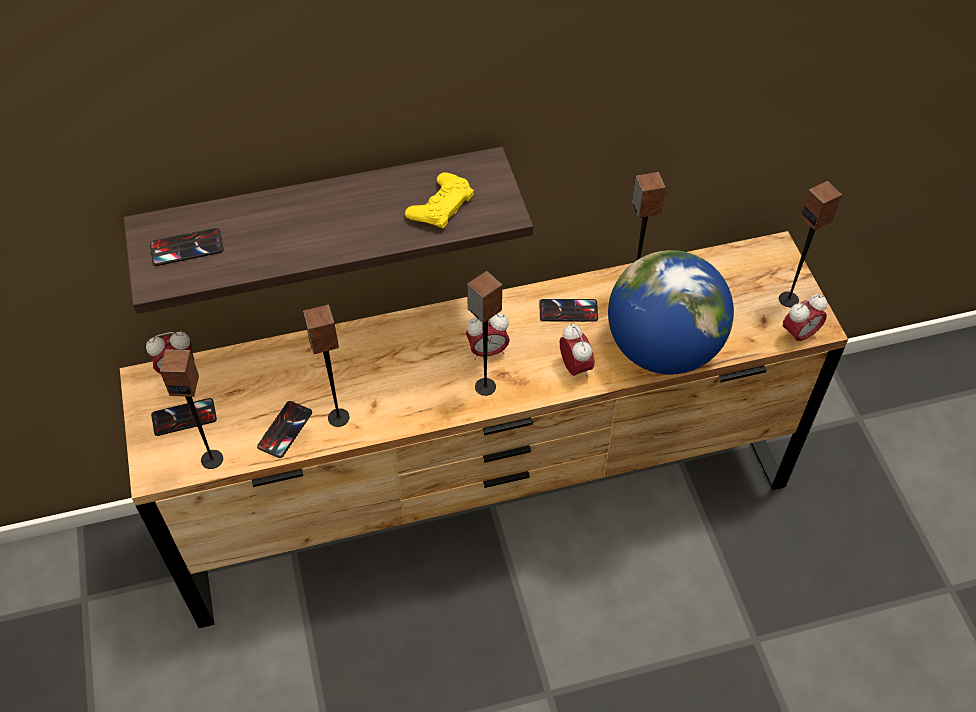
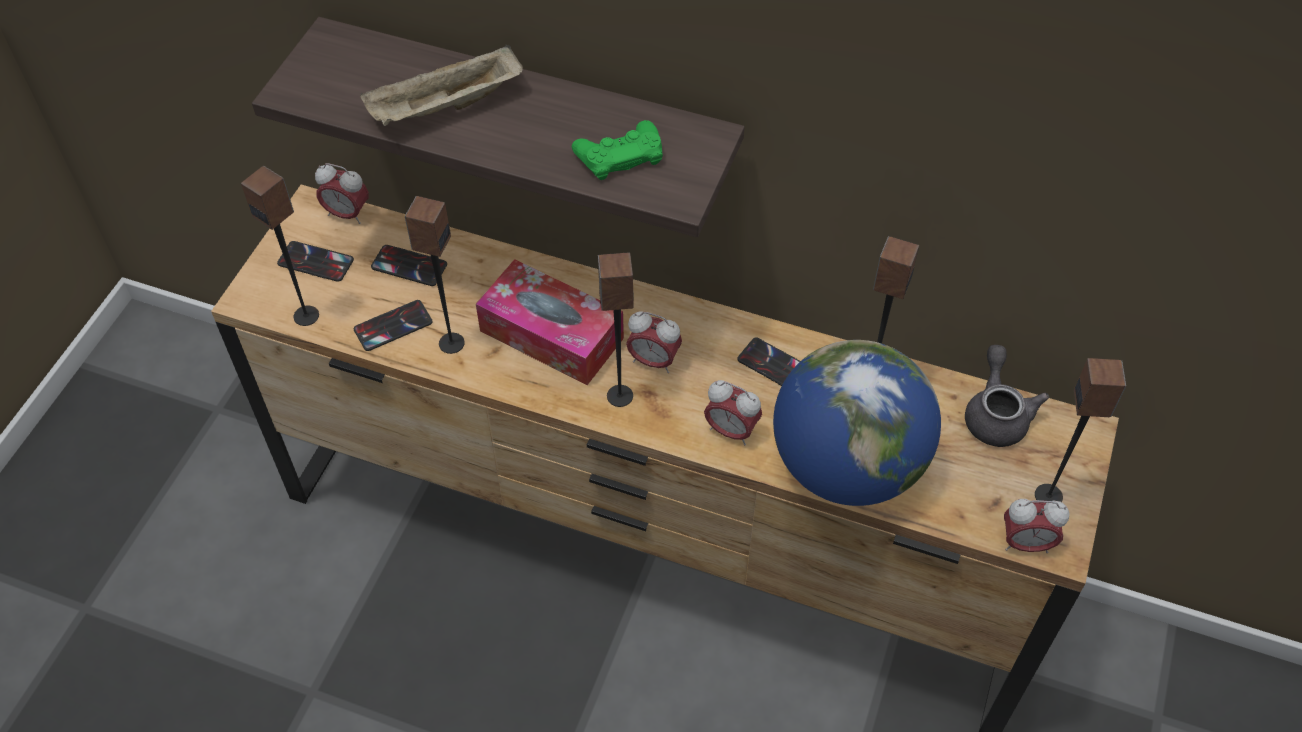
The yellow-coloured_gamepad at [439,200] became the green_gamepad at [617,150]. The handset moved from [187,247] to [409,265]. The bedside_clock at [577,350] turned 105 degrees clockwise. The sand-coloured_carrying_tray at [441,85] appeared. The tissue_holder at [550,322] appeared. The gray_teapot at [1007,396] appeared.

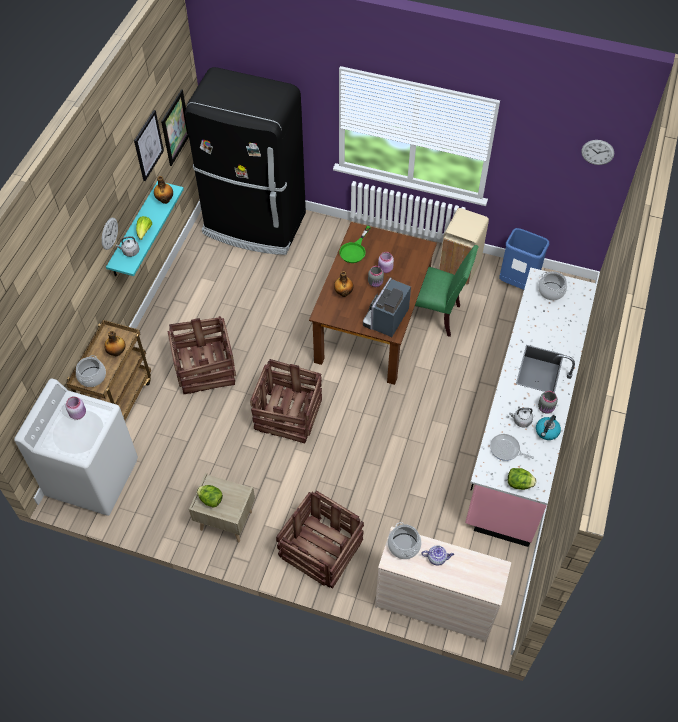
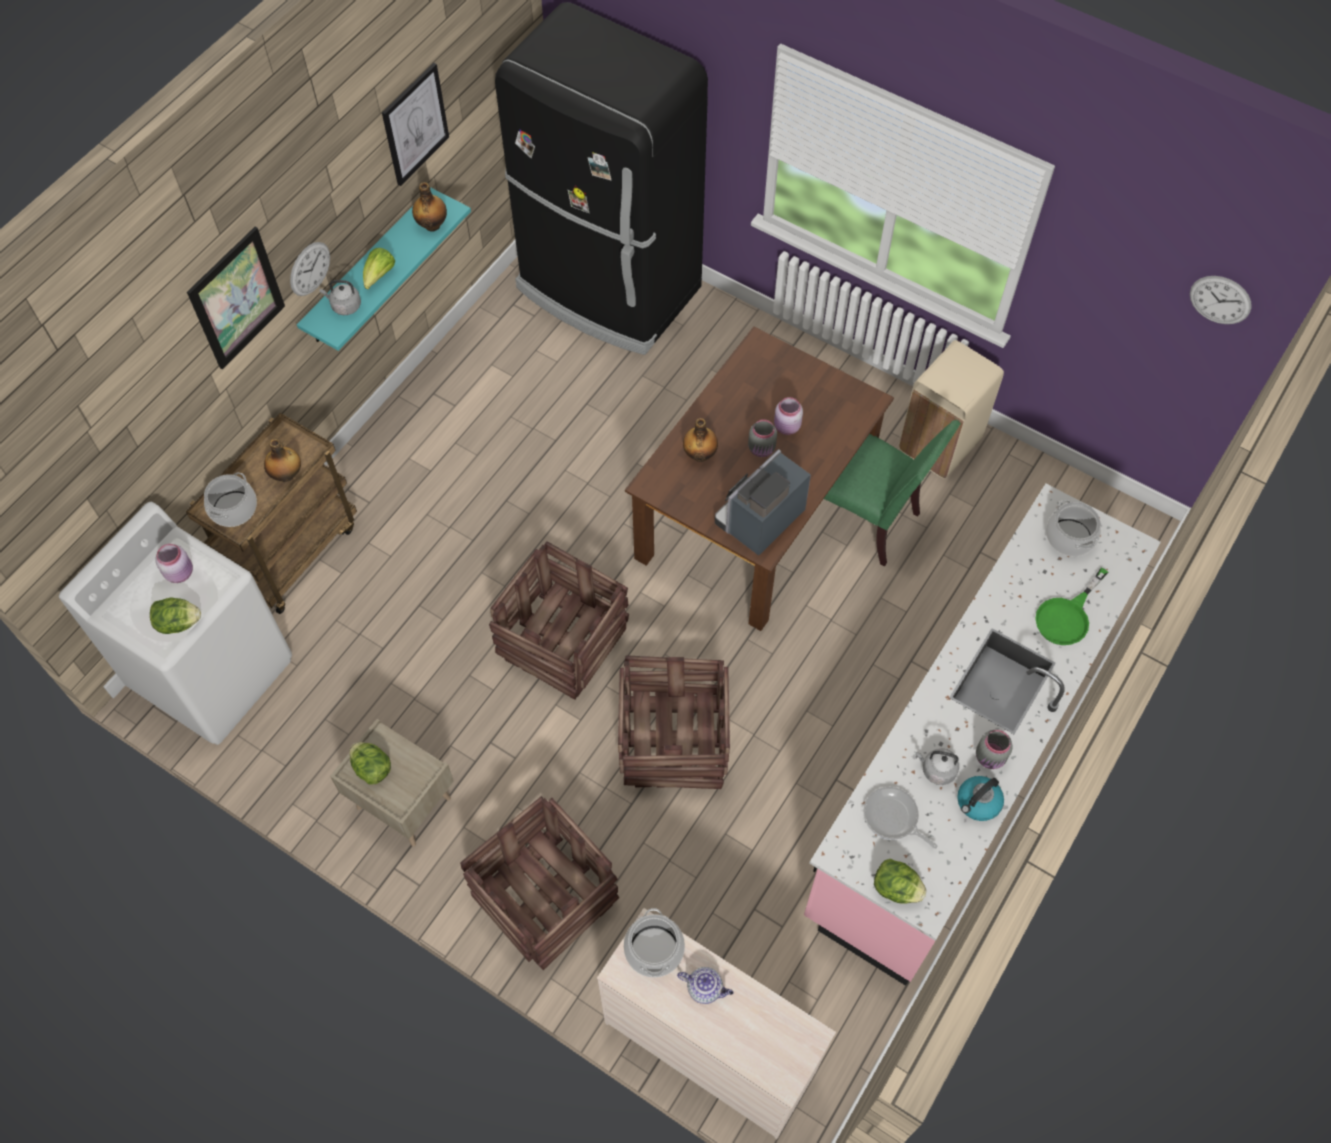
The wall_art moved from [175,127] to [236,298]. The green_skillet moved from [355,244] to [1072,606]. The bluish_rubbish_bin at [524,259] disappeared. The shipping_crate moved from [201,355] to [674,722]. The lettuce_head at [175,616] appeared.

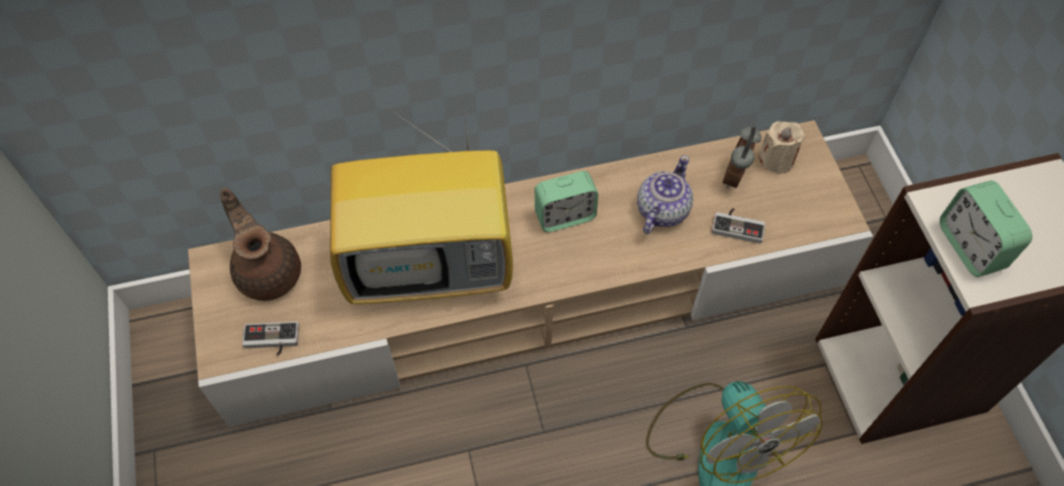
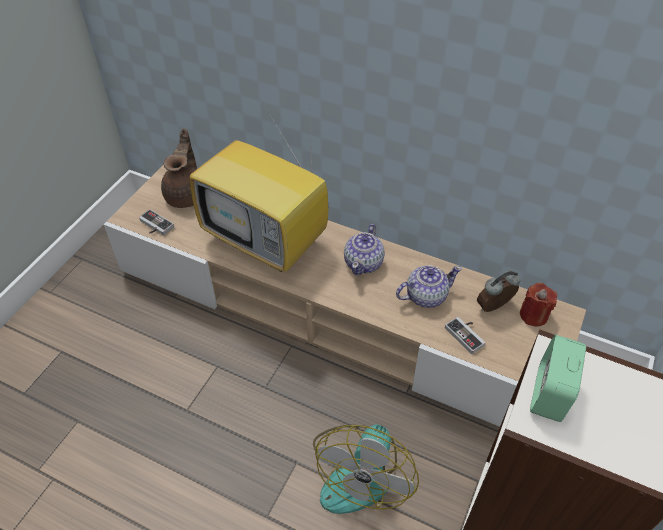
The sand-coloured_candle at [781,147] became the reddish_candle at [538,305]. The bedside_clock at [566,201] was replaced by the teapot at [364,249].

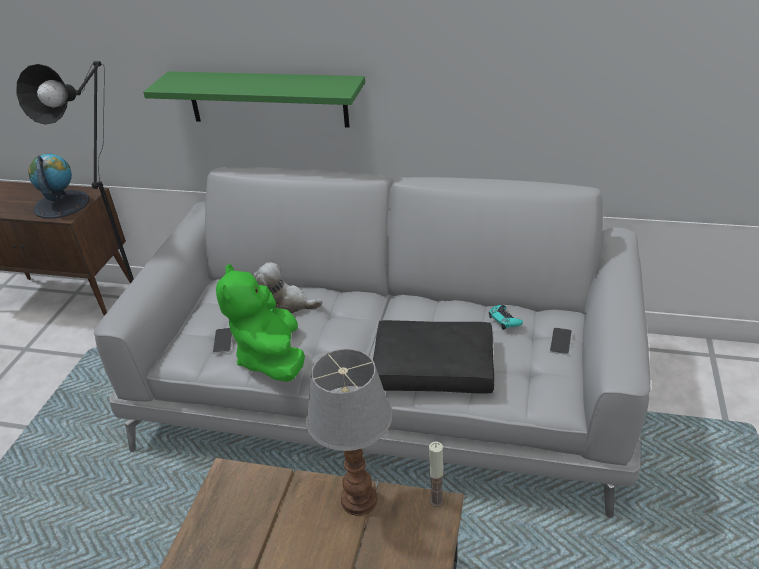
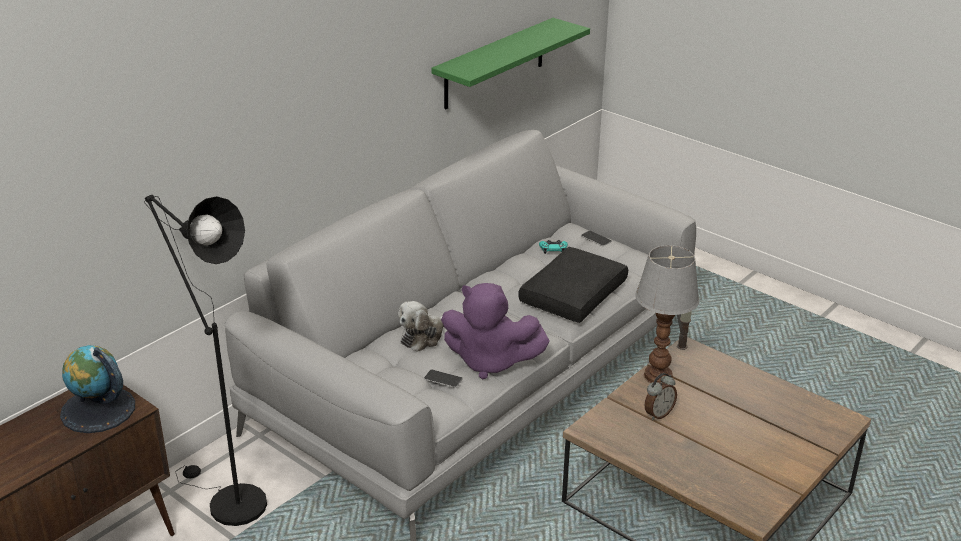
The green_wall_shelf moved from [254,99] to [510,63]. The green_plush_toy at [260,323] became the purple-coloured_plush_toy at [495,331]. The bedside_clock at [661,396] appeared.

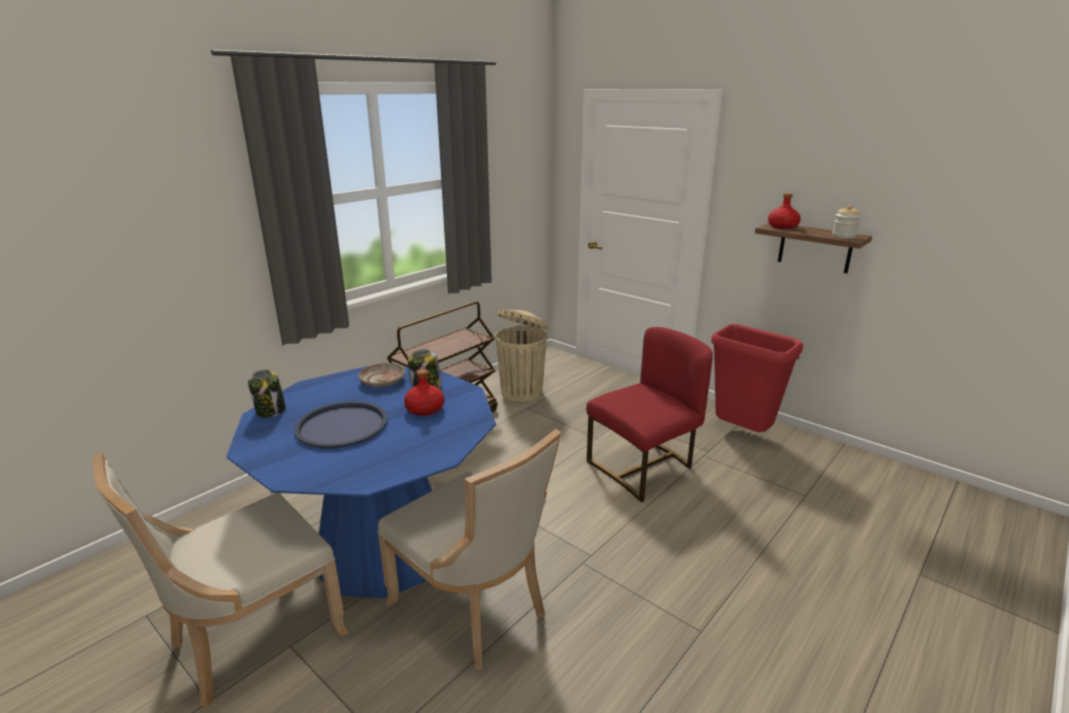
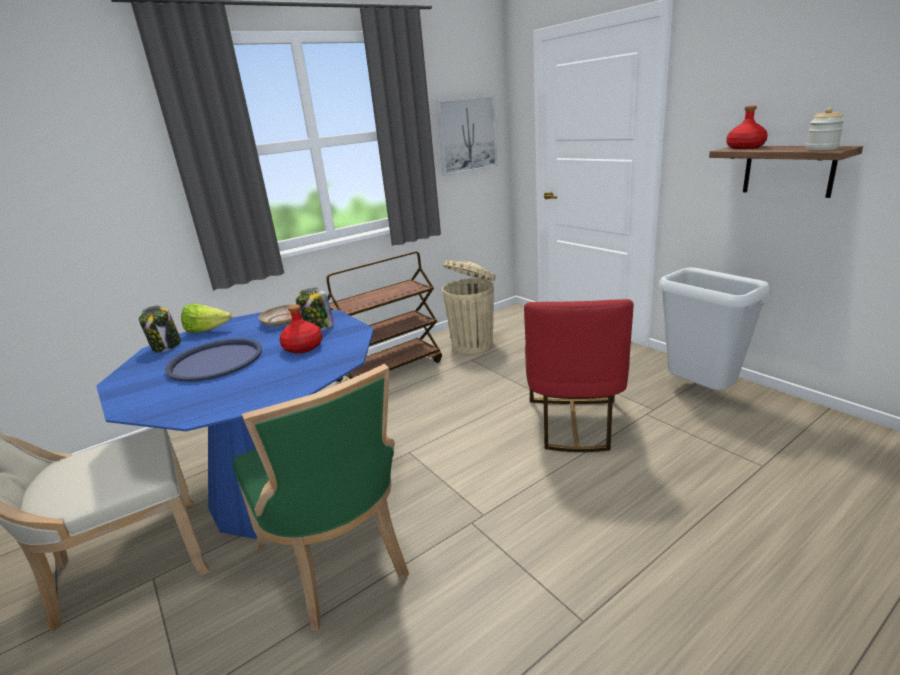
The reddish_rubbish_bin at [757,378] became the gray_rubbish_bin at [715,329]. The reddish_upright_chair at [649,414] turned 120 degrees clockwise. The sand-coloured_upright_chair at [469,549] became the green_upright_chair at [321,497]. The wall_art at [466,135] appeared. The lettuce_head at [206,318] appeared.

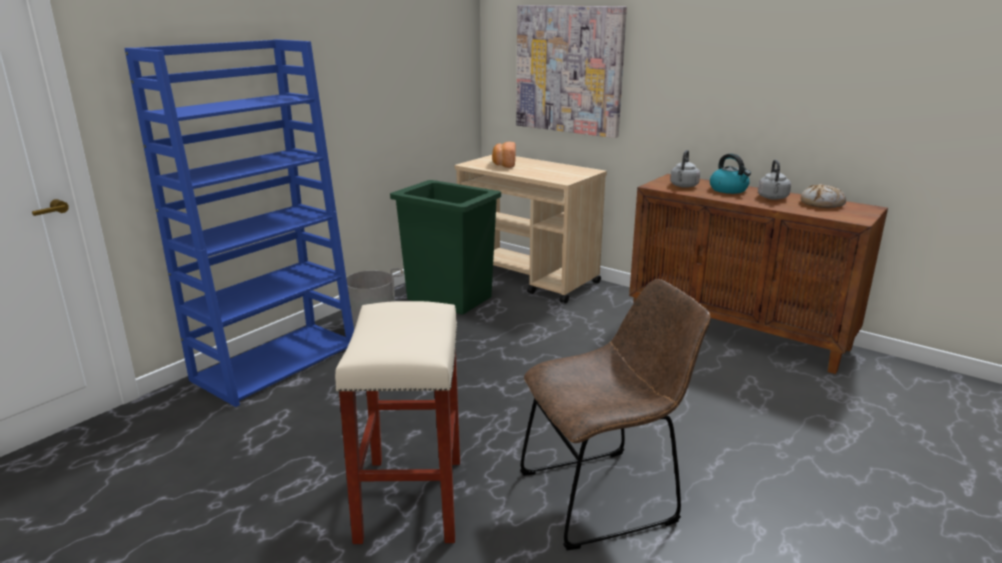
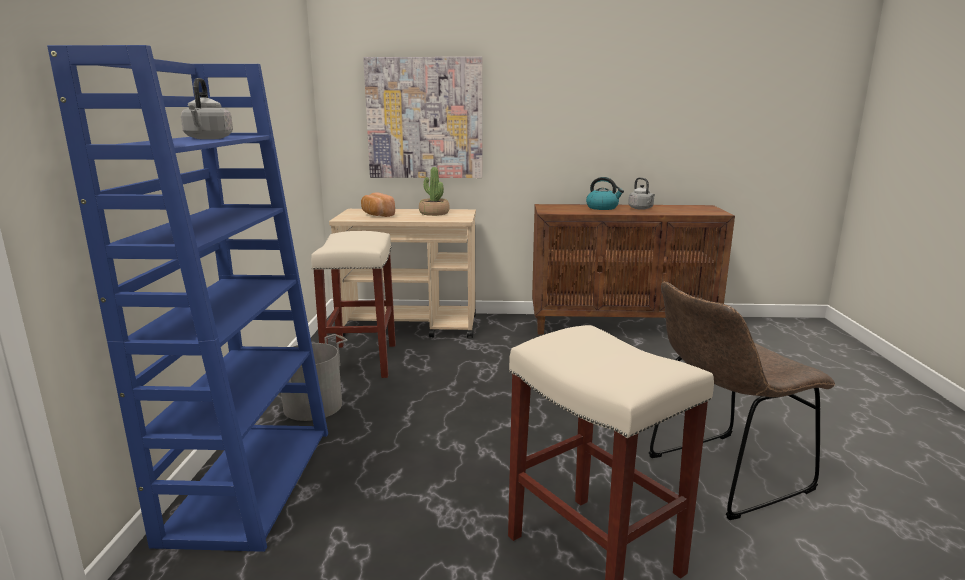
The gray_tea_kettle moved from [685,169] to [207,108]. The green_rubbish_bin at [445,247] was replaced by the sand-coloured_stool_seat at [353,304]. The bread at [823,196] disappeared. The brownish_upright_chair at [615,414] turned 150 degrees counterclockwise. The plant_in_a_pot at [434,191] appeared.

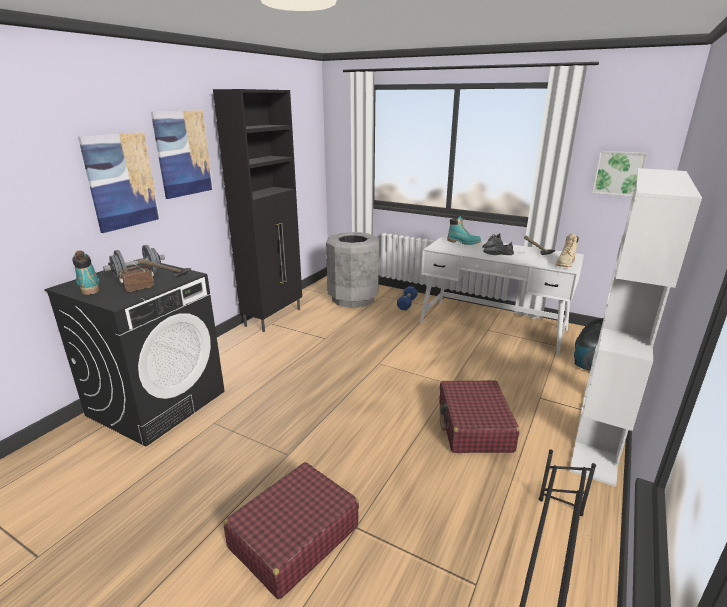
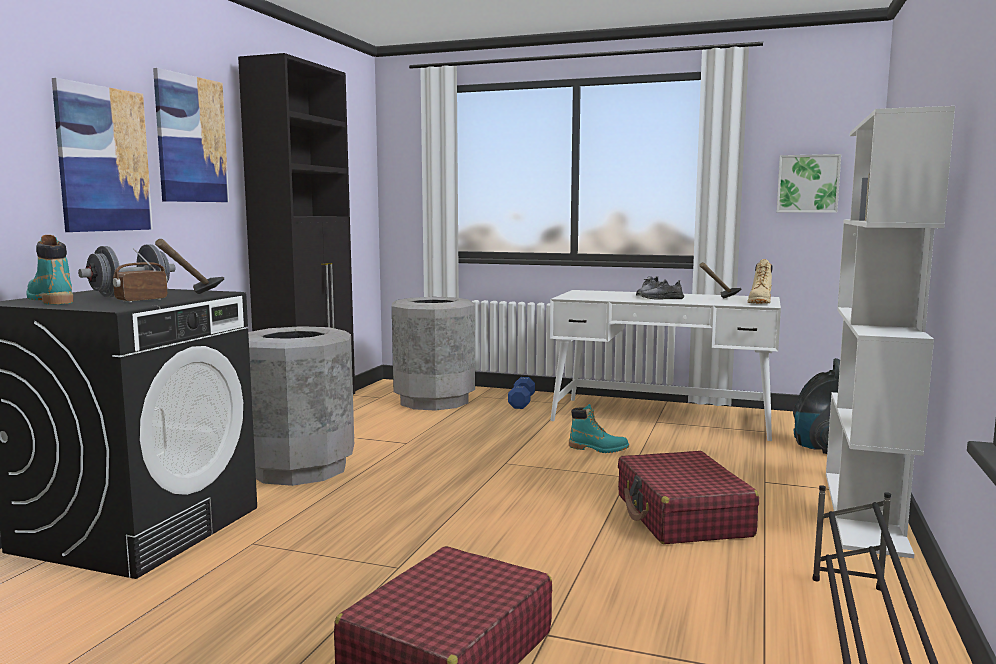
The turquoise_tall_boot moved from [464,230] to [599,428]. The gray_rubbish_bin at [301,406] appeared.

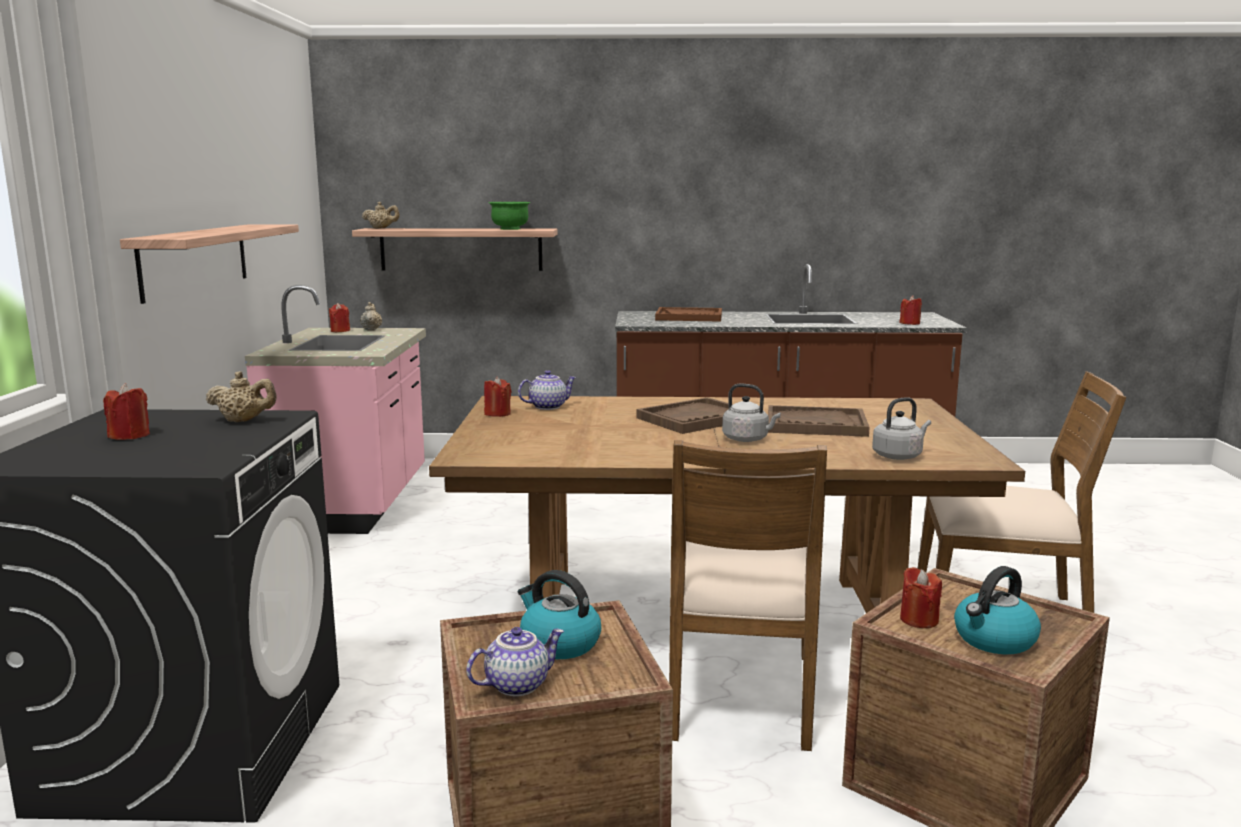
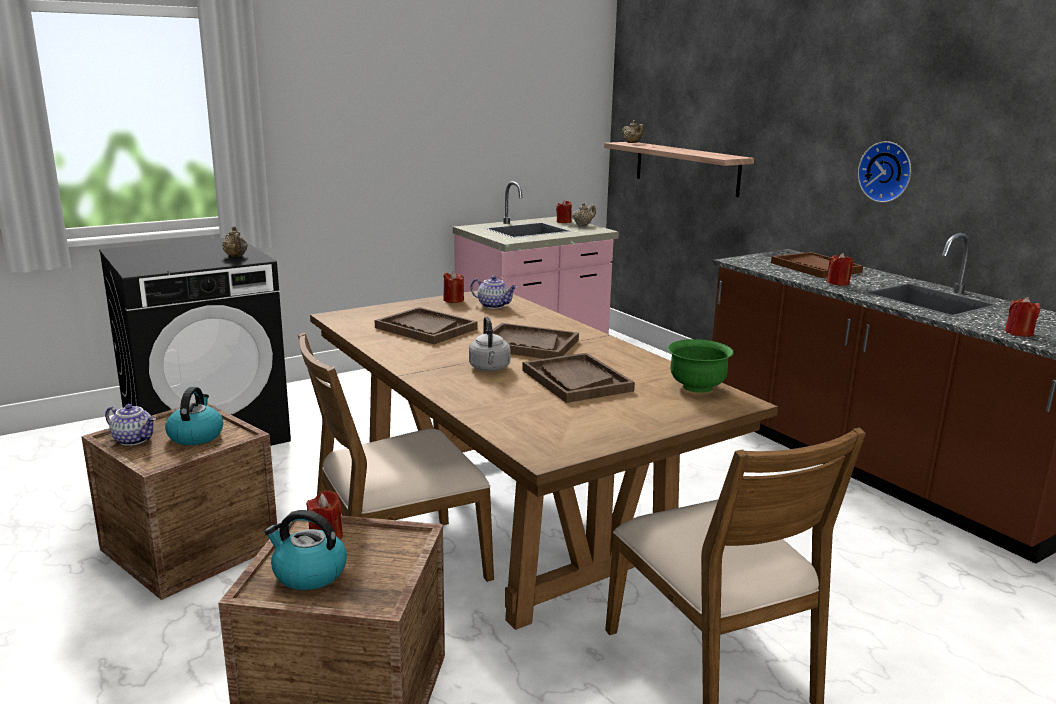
The green_serving_bowl moved from [510,216] to [701,366]. The wall_shelf at [209,264] disappeared. The reddish_candle moved from [126,411] to [840,269]. The gray_tea_kettle at [901,428] disappeared. The wall_clock at [884,172] appeared. The brownish_carrying_tray at [426,325] appeared.

